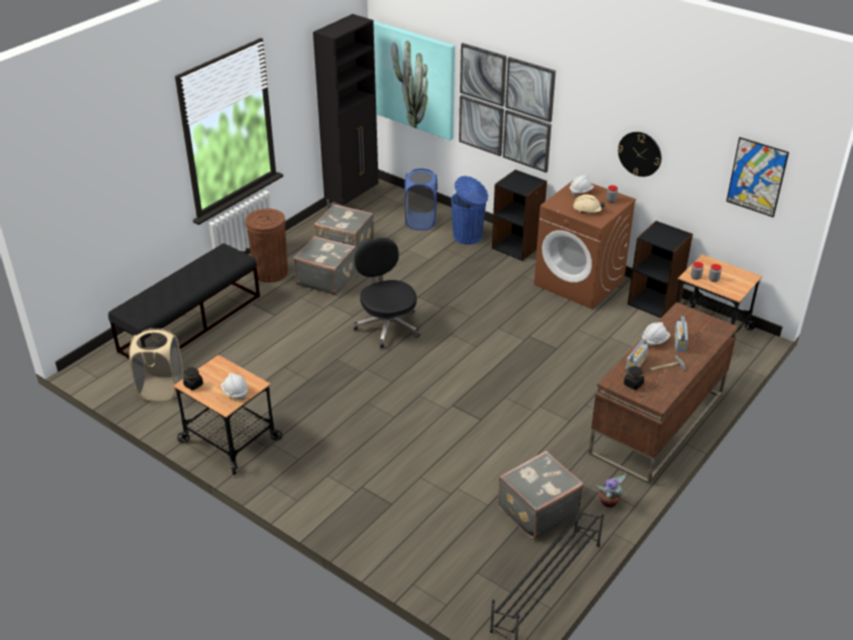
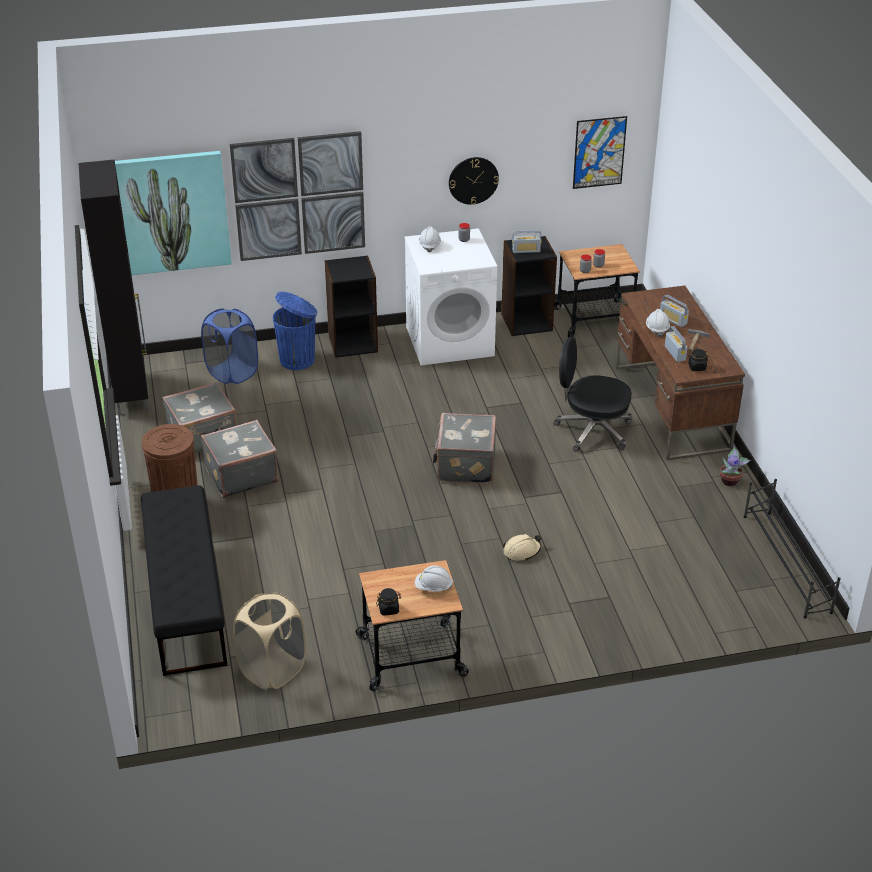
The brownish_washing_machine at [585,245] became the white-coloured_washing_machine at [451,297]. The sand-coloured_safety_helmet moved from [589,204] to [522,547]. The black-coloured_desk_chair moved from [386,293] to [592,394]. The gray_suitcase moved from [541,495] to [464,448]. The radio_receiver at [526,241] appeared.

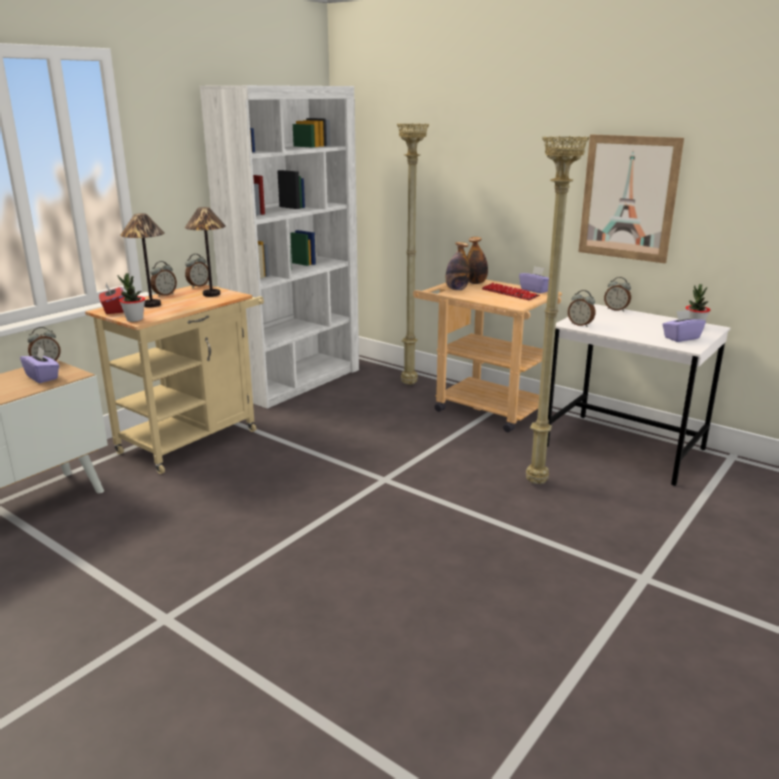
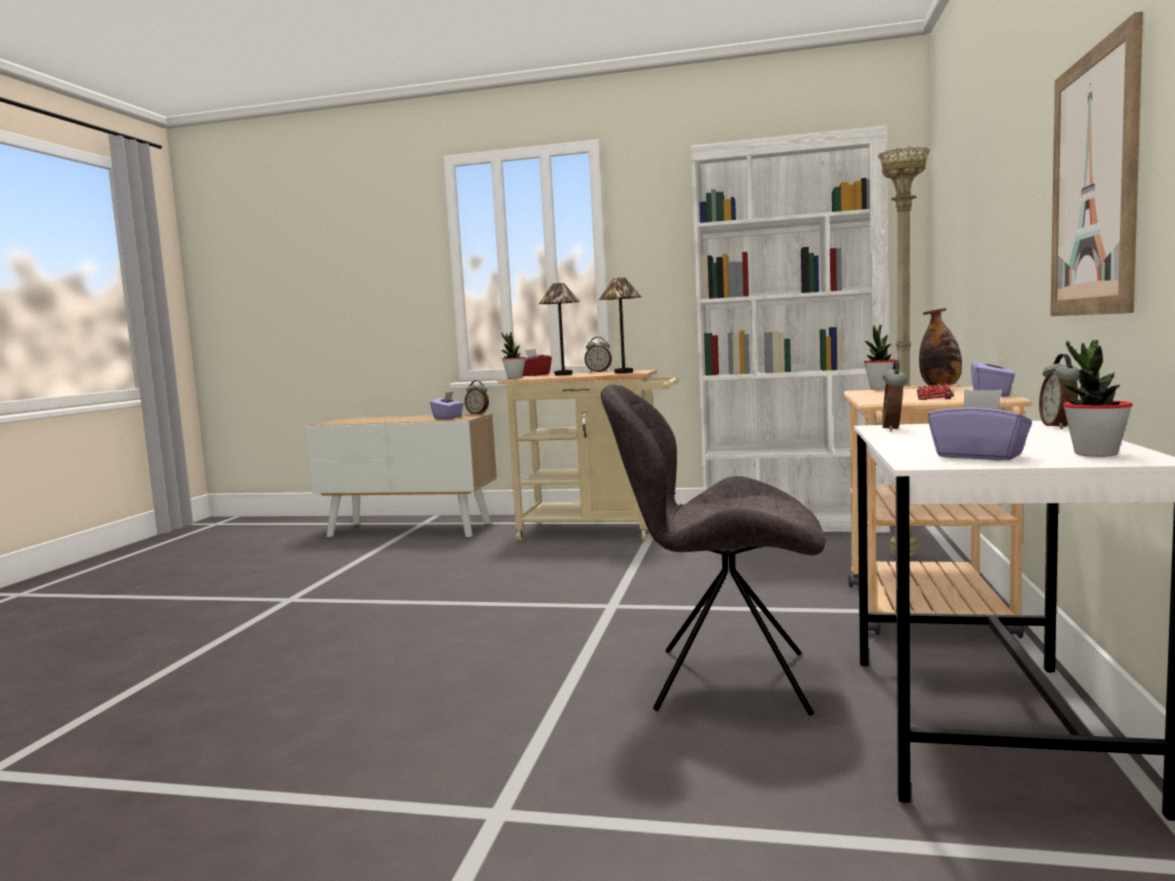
The sand-coloured_floor_lamp at [557,310] was replaced by the gray_upright_chair at [713,550]. The beverage_bottle at [458,266] was replaced by the plant_in_a_pot at [881,357]. The bedside_clock at [197,271] disappeared.

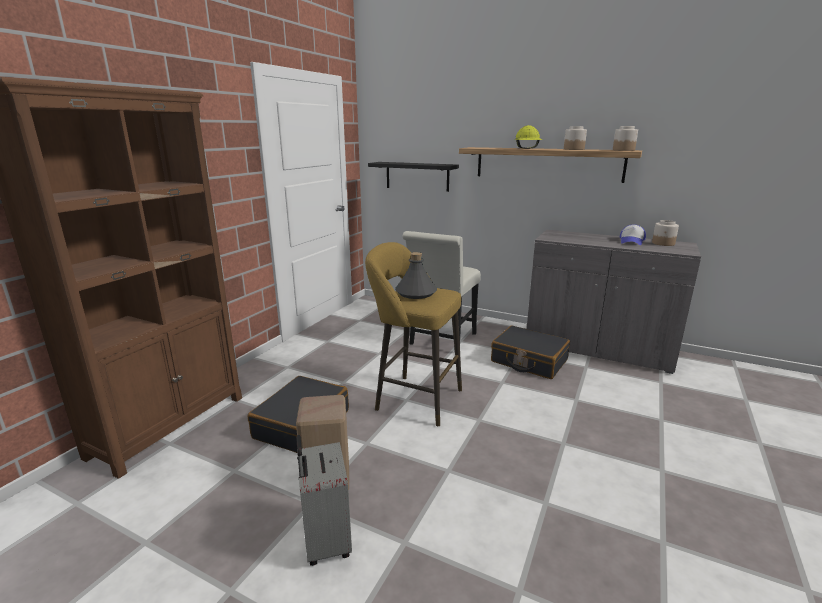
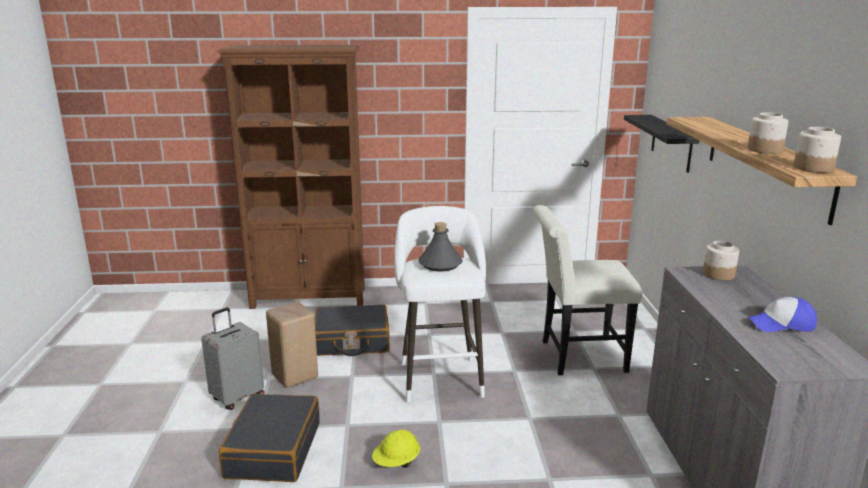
The yellow-coloured_safety_helmet moved from [528,137] to [396,448]. The storage_jar moved from [665,233] to [721,260]. The yellow-coloured_stool_seat at [413,334] became the white-coloured_stool_seat at [440,304]. The black-coloured_suitcase moved from [530,352] to [269,438].

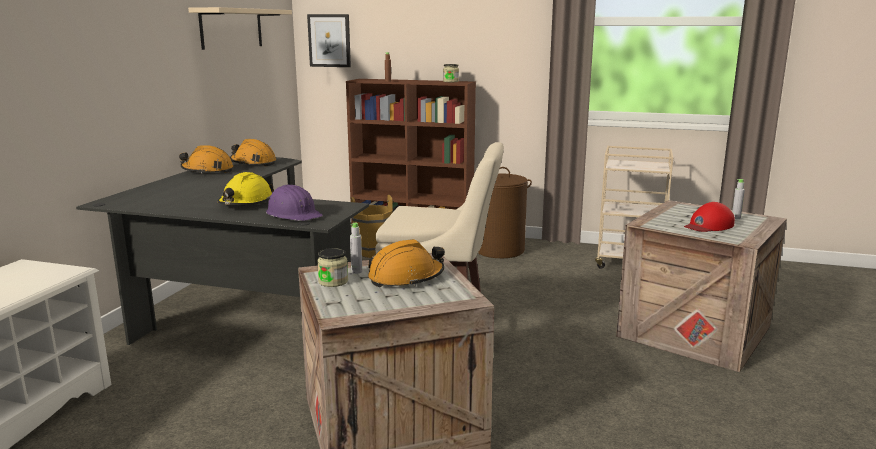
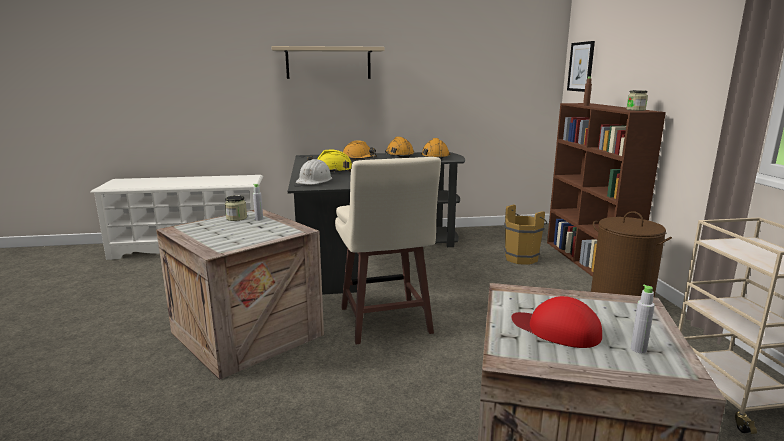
The sand-coloured_wall_shelf moved from [240,28] to [327,62]. The purple-coloured_safety_helmet at [294,203] became the white-coloured_safety_helmet at [314,172]. The orangey_safety_helmet moved from [406,263] to [360,150].

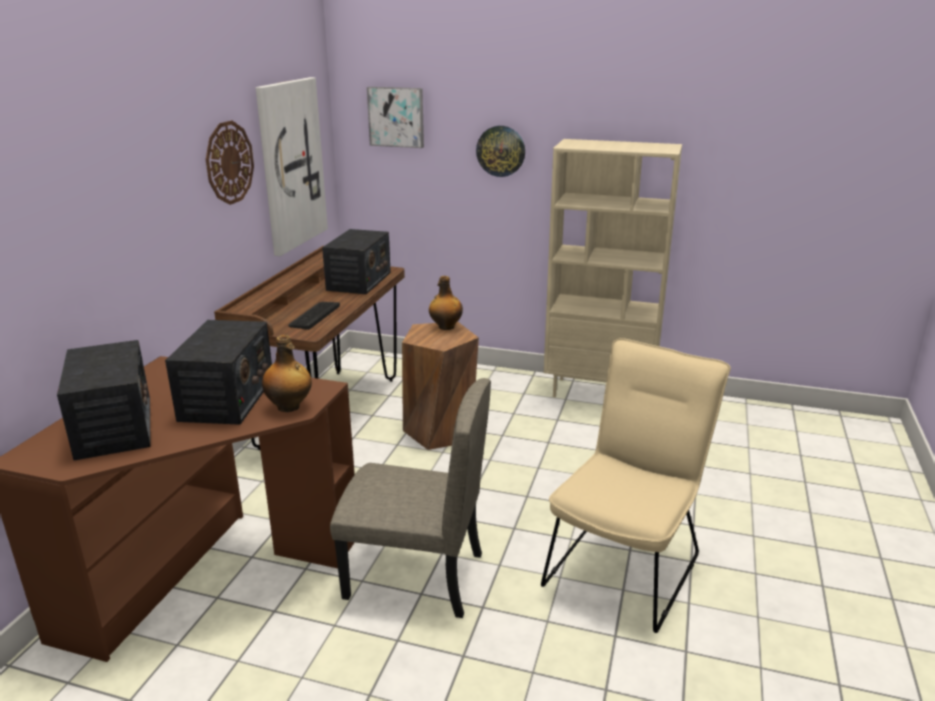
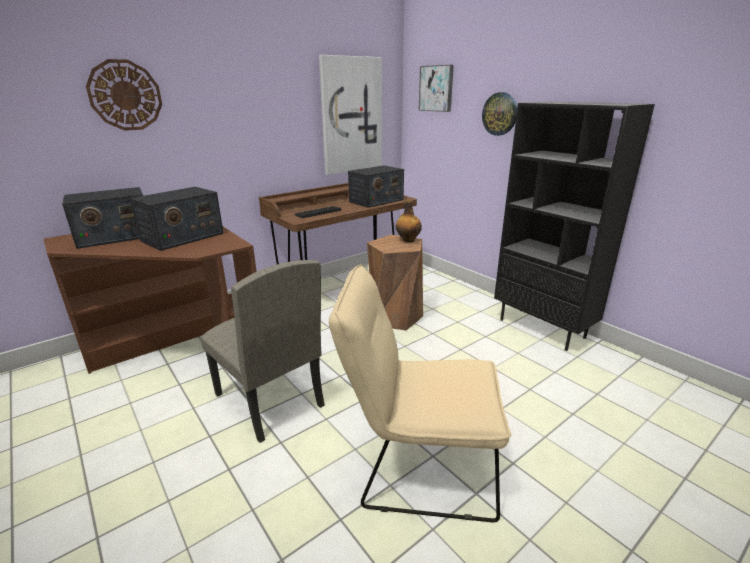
The wall_clock moved from [230,162] to [124,95]. The sand-coloured_bookcase at [613,268] became the black-coloured_bookcase at [574,226]. The beverage_bottle at [287,373] disappeared. The sand-coloured_upright_chair at [636,485] turned 150 degrees counterclockwise. The radio_receiver at [104,400] turned 45 degrees clockwise.

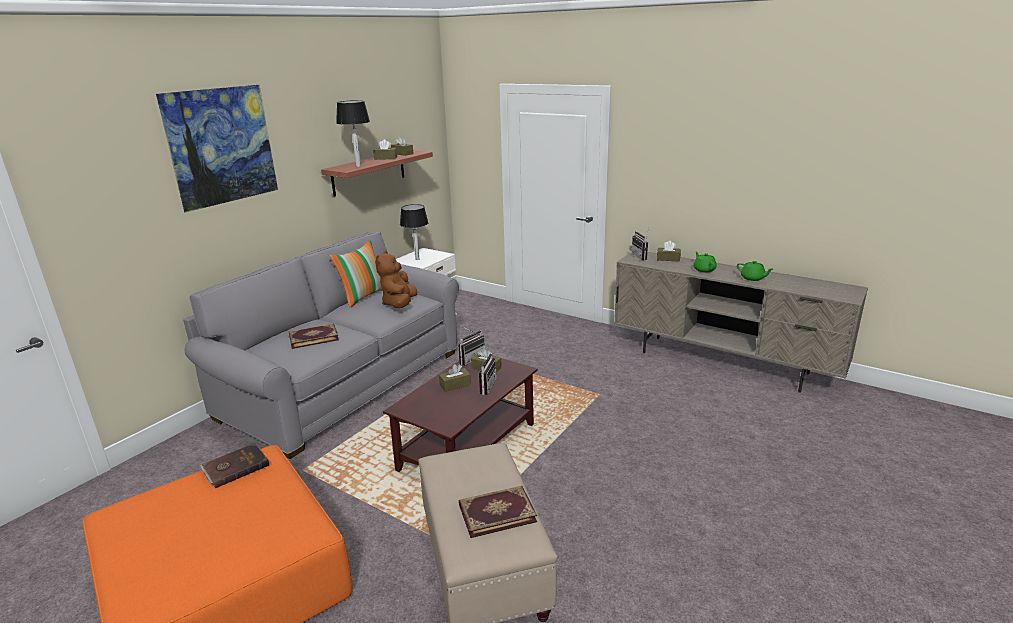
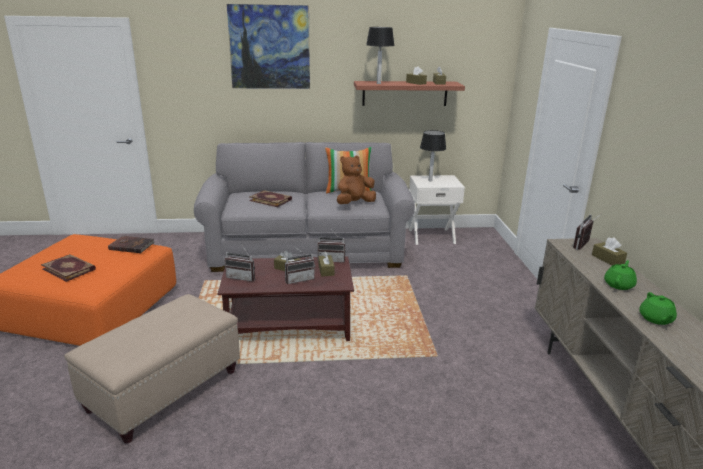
The volume moved from [498,512] to [68,268]. The radio_receiver at [240,263] appeared.

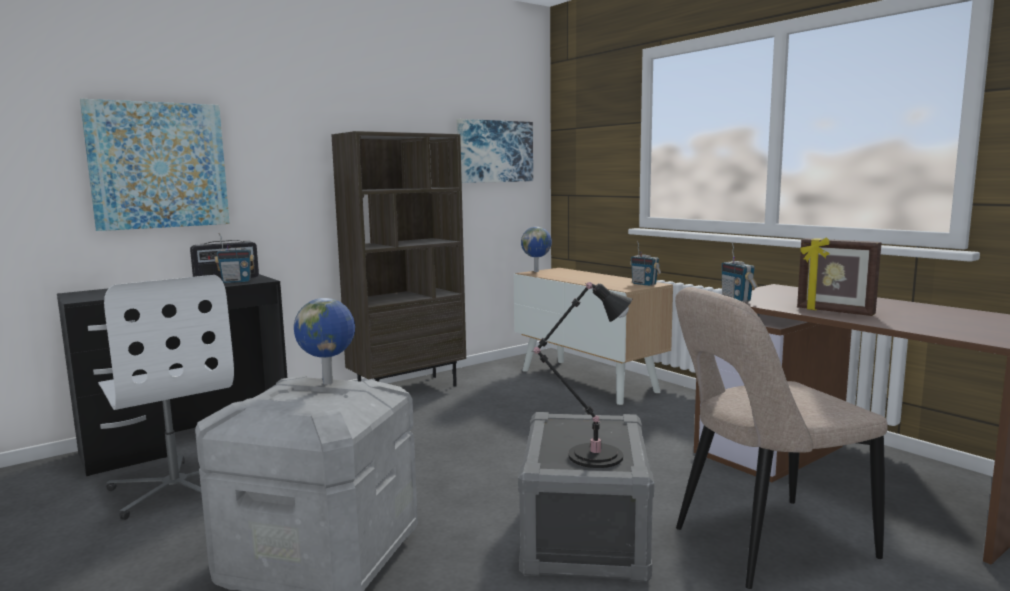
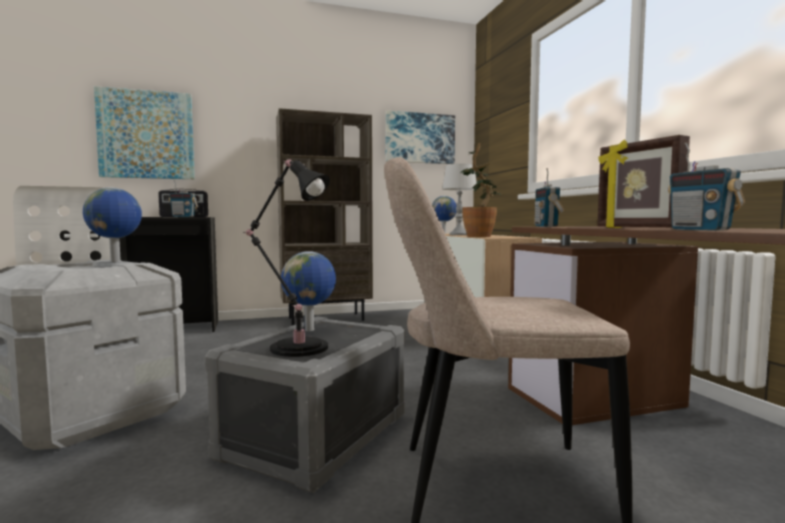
The radio_receiver moved from [645,263] to [706,186]. The plant_in_a_pot at [480,190] appeared. The gray_lamp_for_a_table at [459,199] appeared. The desk_globe at [308,291] appeared.

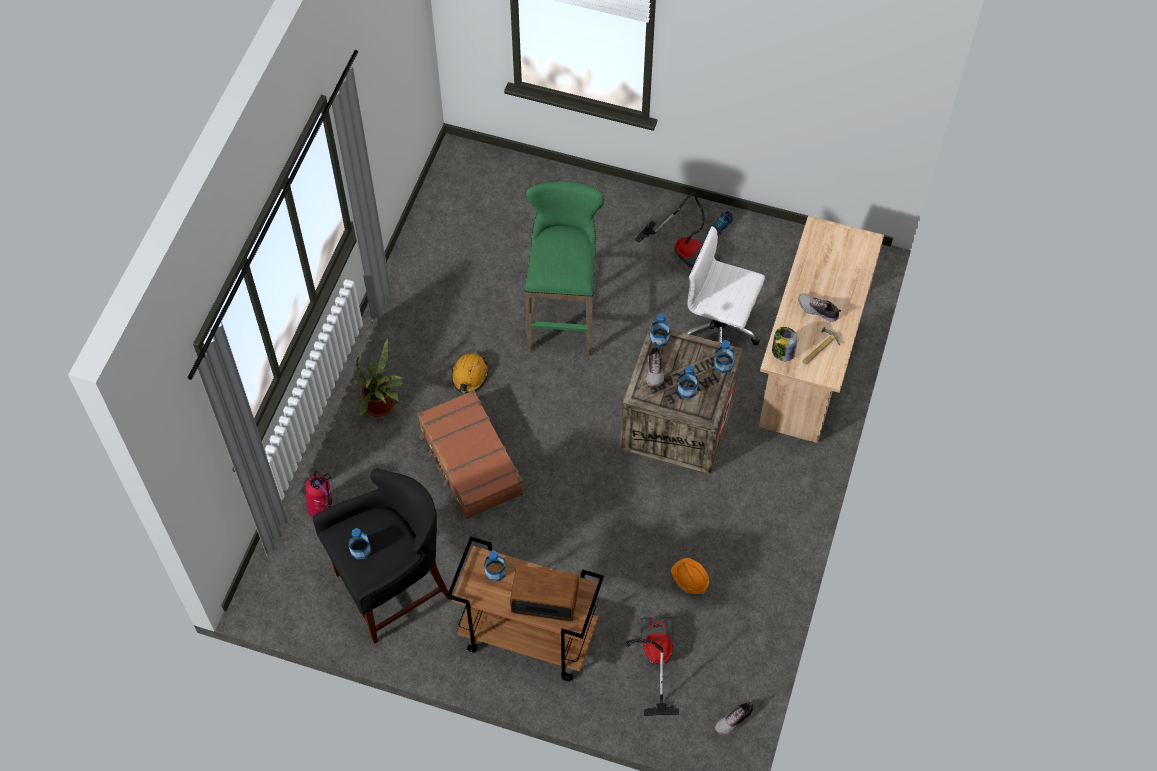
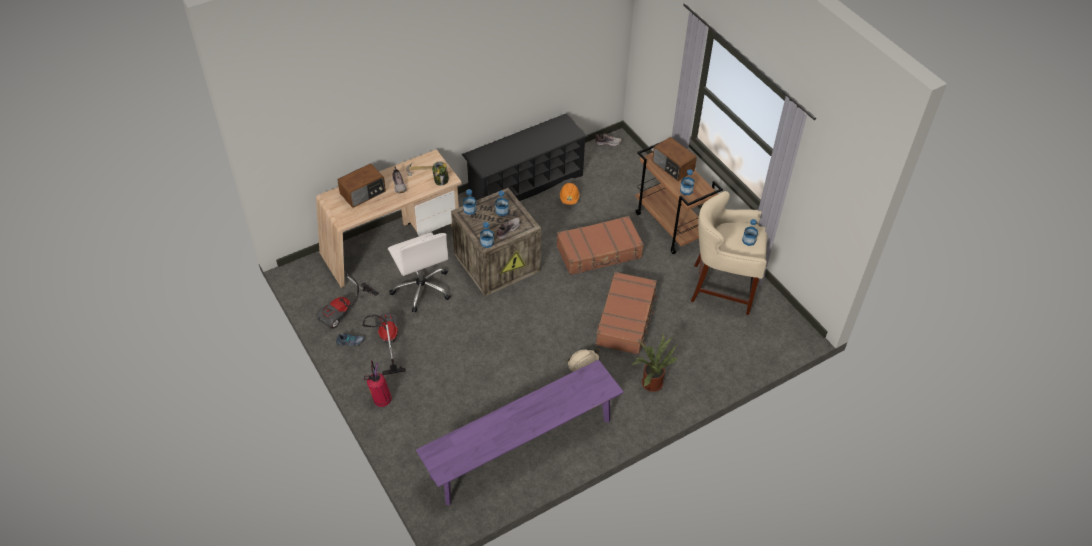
The green_stool_seat at [564,268] disappeared. The orangey_safety_helmet at [469,373] became the sand-coloured_safety_helmet at [583,360]. The black-coloured_stool_seat at [382,556] became the sand-coloured_stool_seat at [729,253]. The extinguisher moved from [318,494] to [378,383]. The vacuum_cleaner moved from [652,666] to [347,301]. The black-coloured_shoe_stand at [525,157] appeared. The radio_receiver at [361,185] appeared. The brownish_suitcase at [600,245] appeared. The purple-coloured_bench at [520,432] appeared.

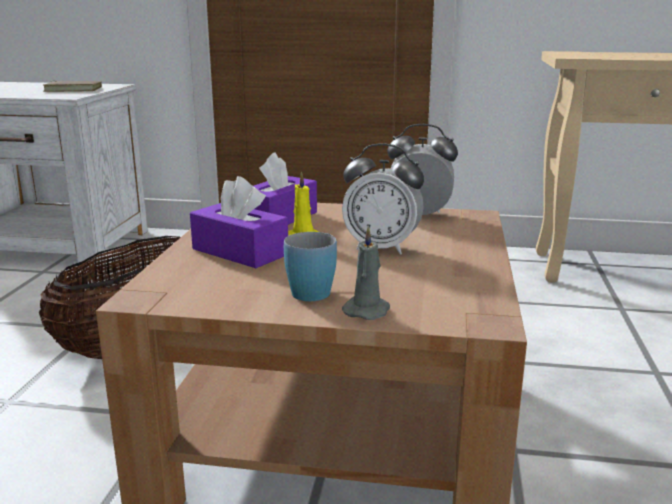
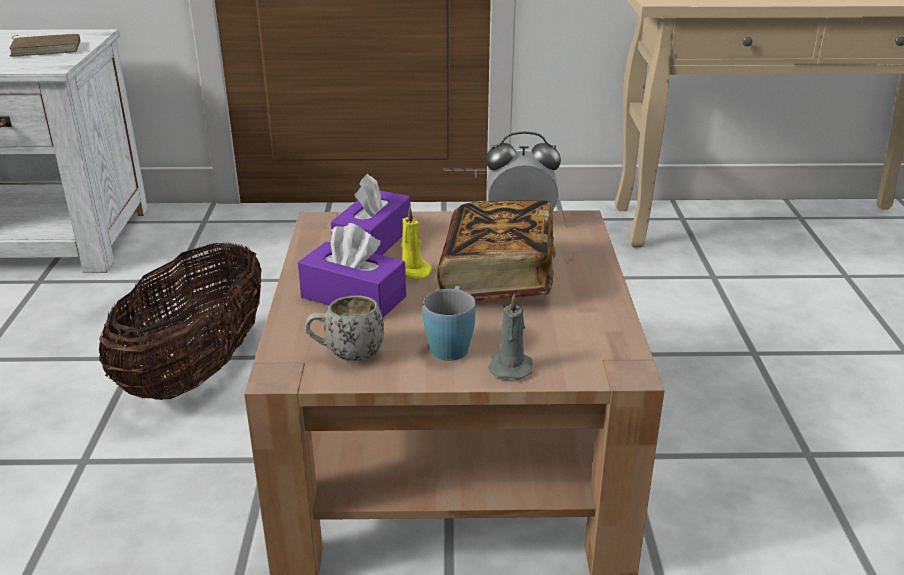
The bedside_clock at [383,199] was replaced by the volume at [496,250]. The white-coloured_coffee_mug at [344,328] appeared.

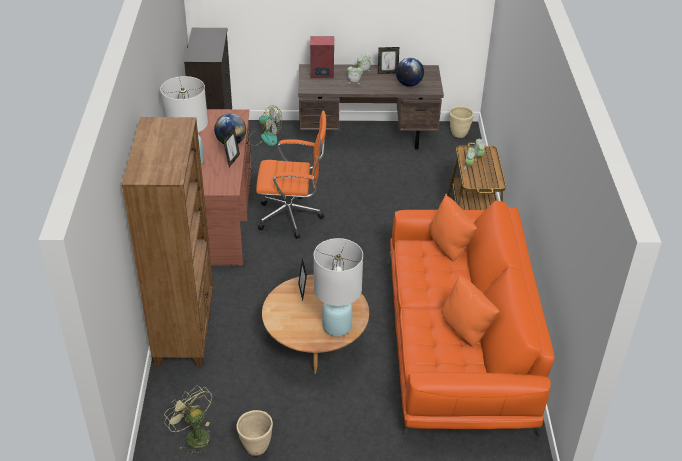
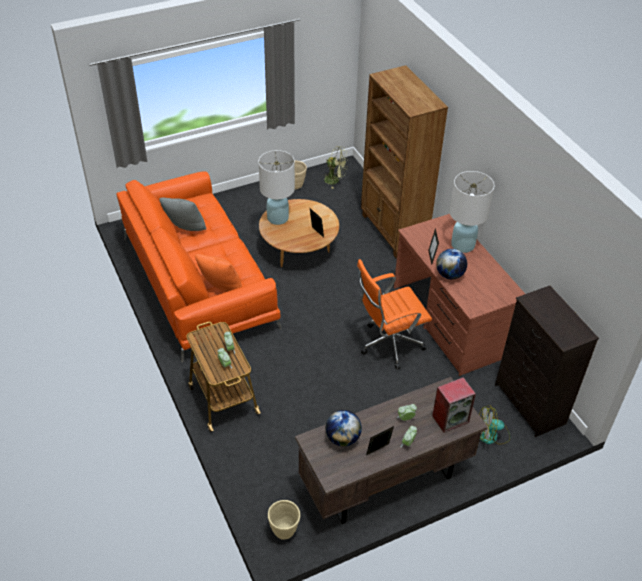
The orangey_pillow at [470,310] became the gray_pillow at [182,214].

